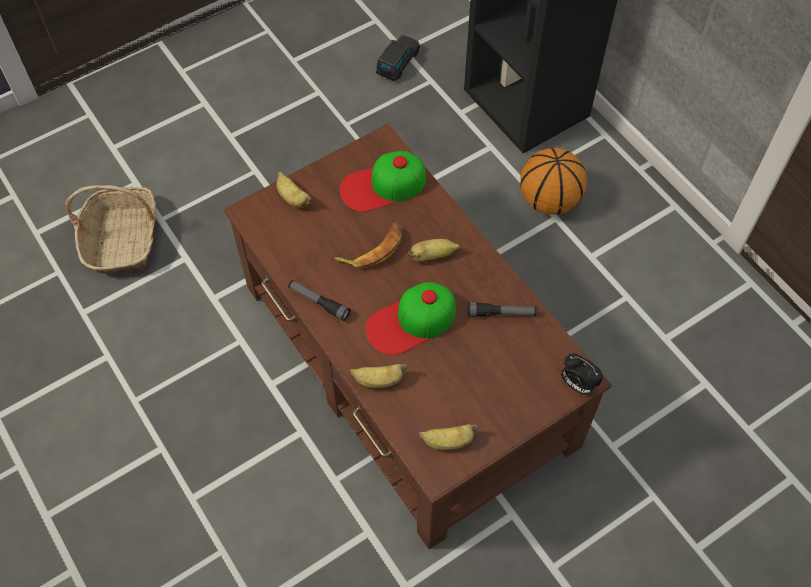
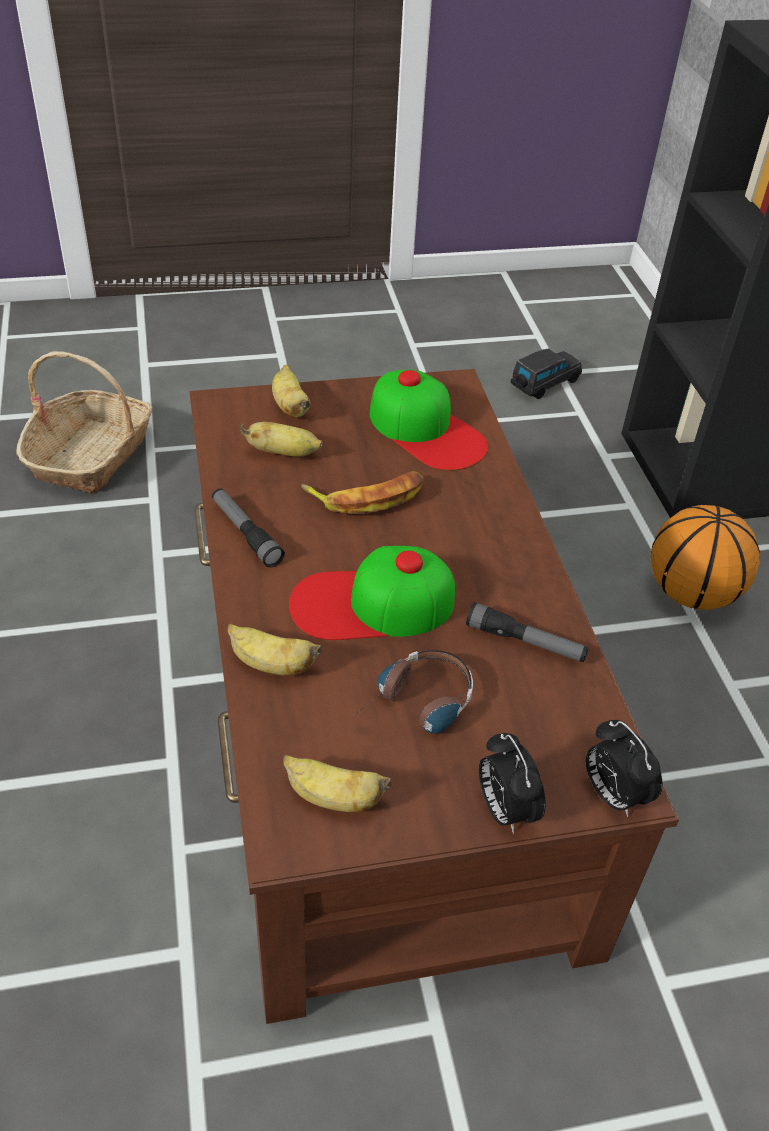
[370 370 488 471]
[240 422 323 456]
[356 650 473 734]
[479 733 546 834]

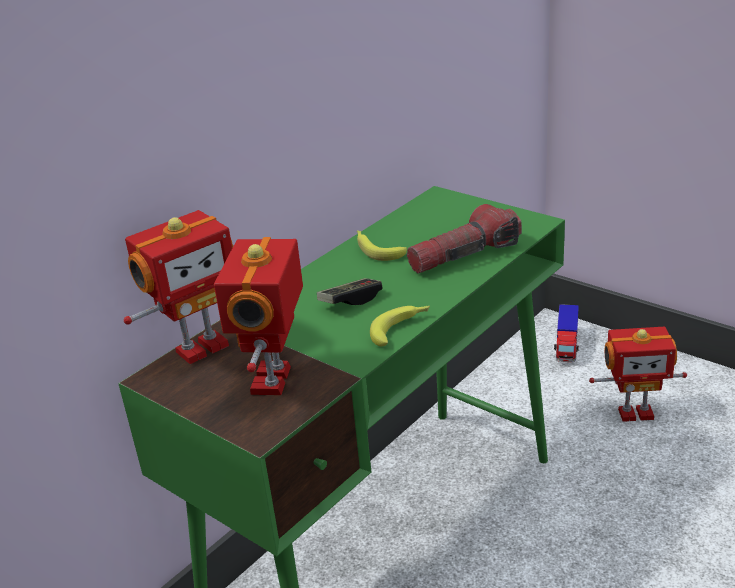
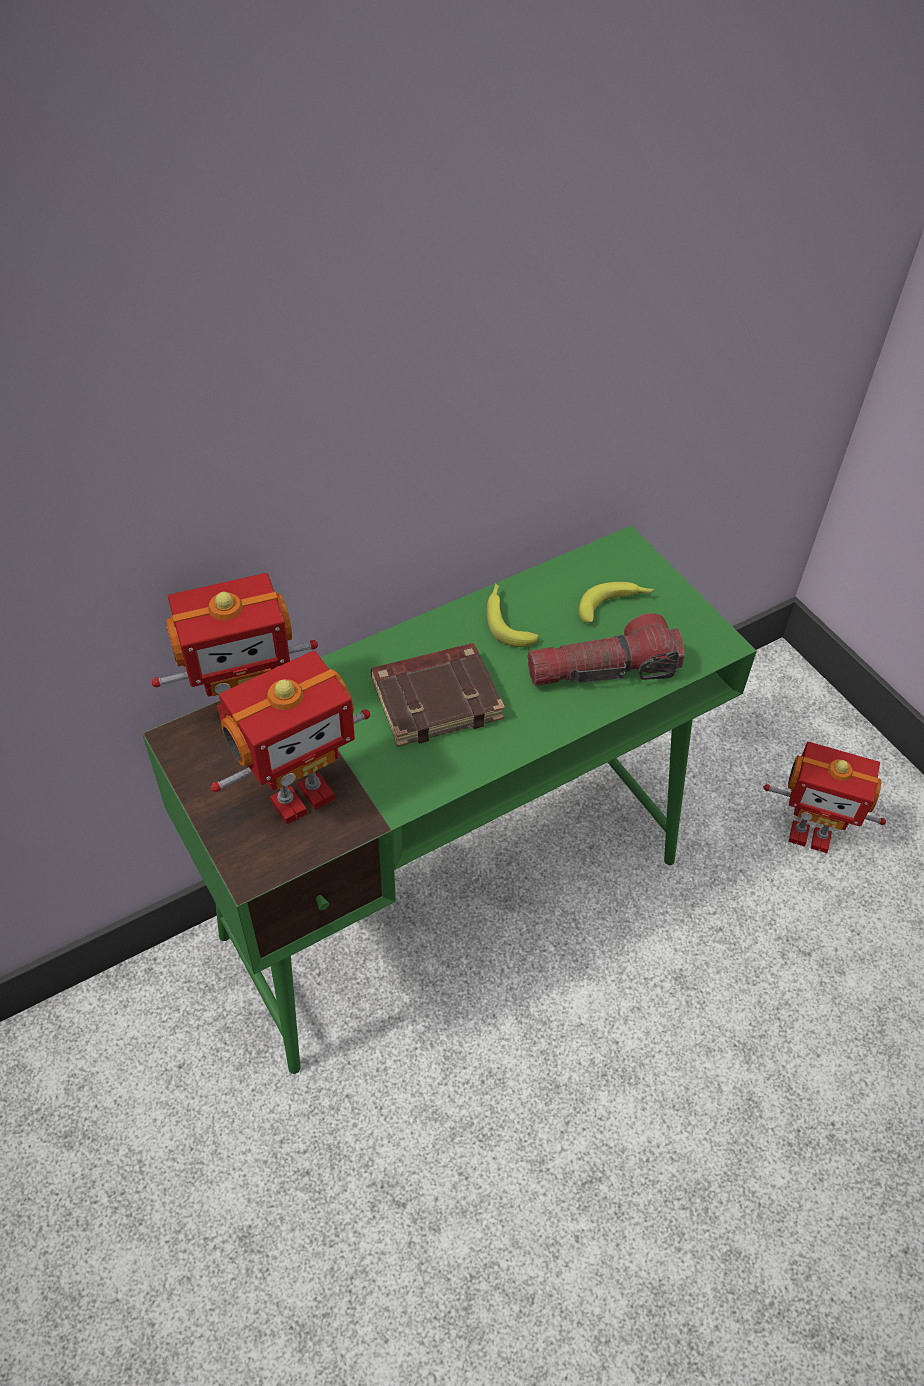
[211 651 370 824]
[371 643 505 747]
[579 582 654 623]
[554 304 579 362] (first image)

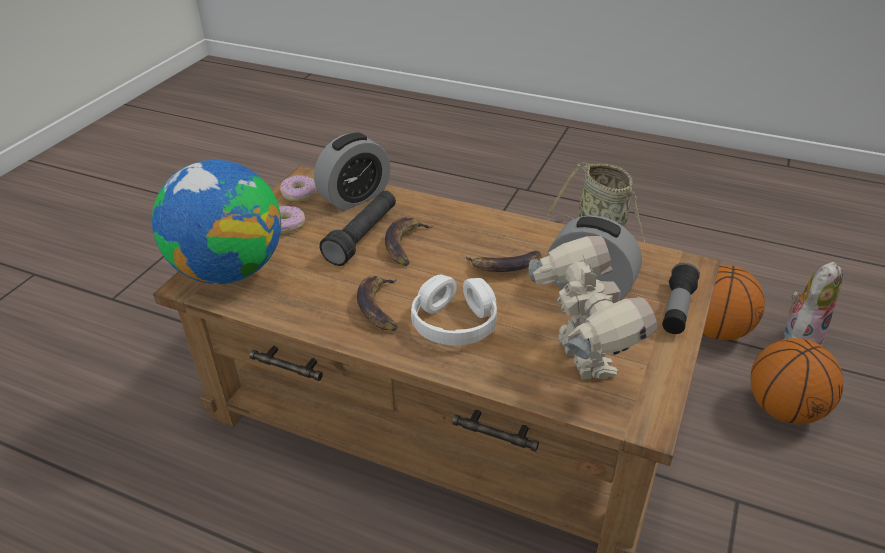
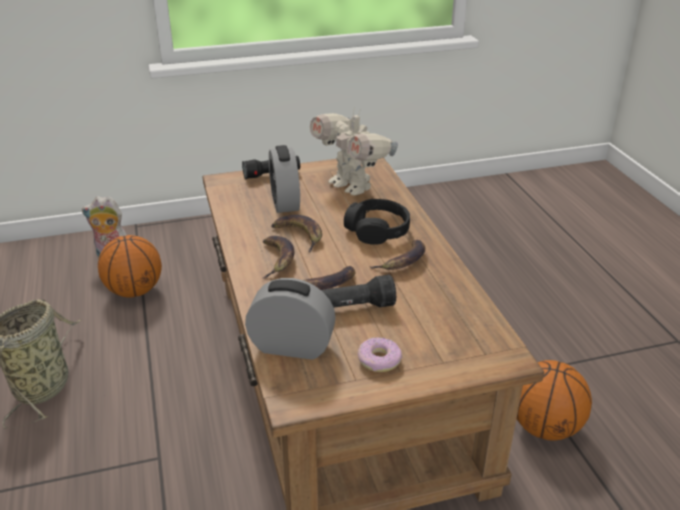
[152 160 281 284] (first image)
[280 175 317 202] (first image)
[344 199 410 245]
[310 106 398 195]
[517 360 592 440]
[263 236 295 279]

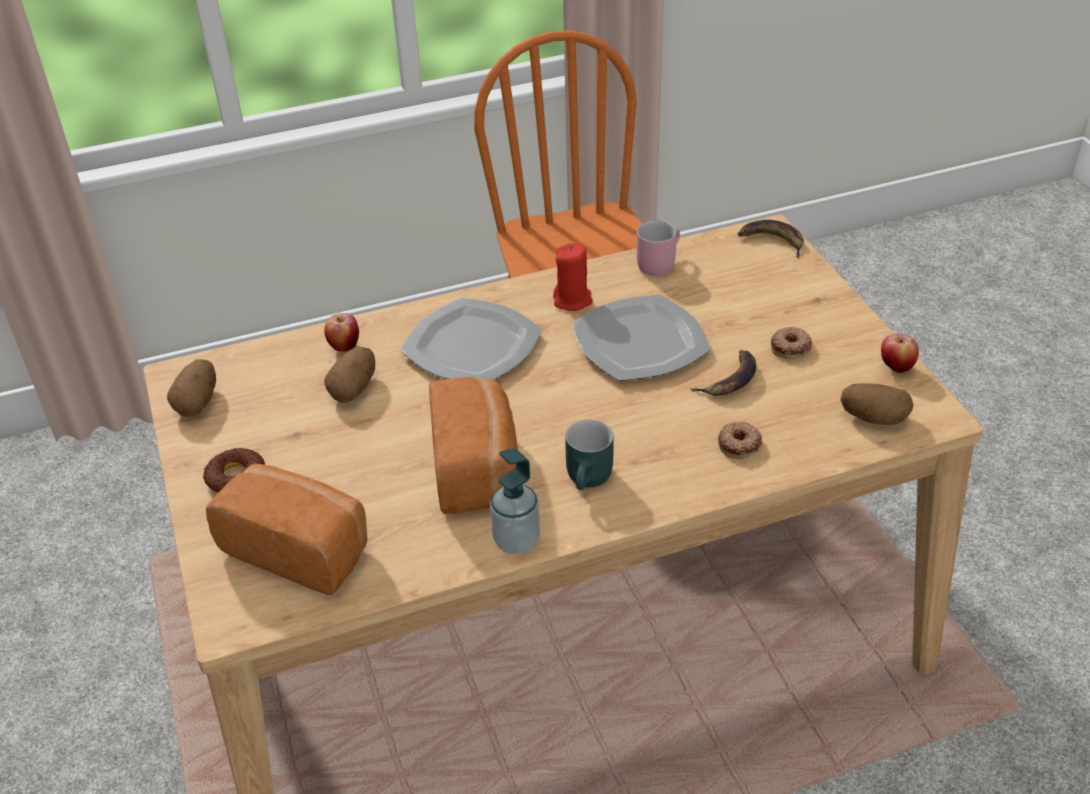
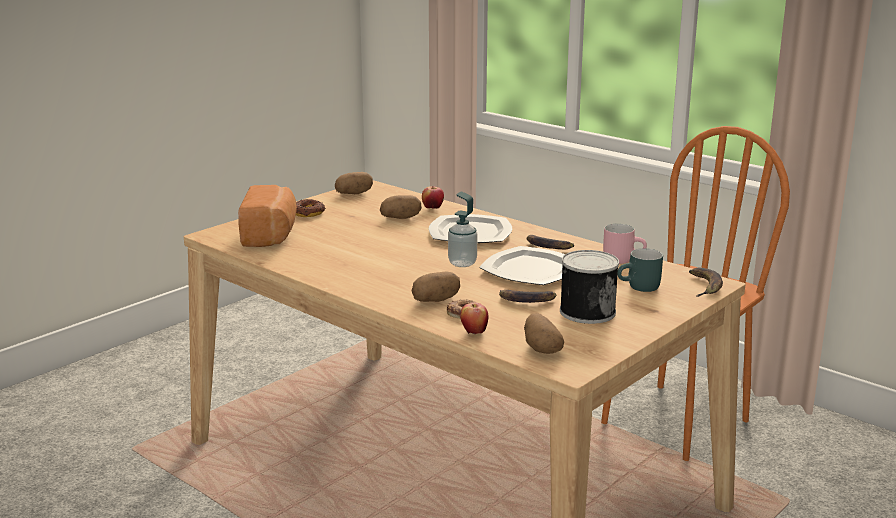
[429 377 518 514] (first image)
[448 192 477 267]
[527 235 574 249]
[618 248 663 292]
[560 250 619 324]
[460 303 488 334]
[411 271 460 302]

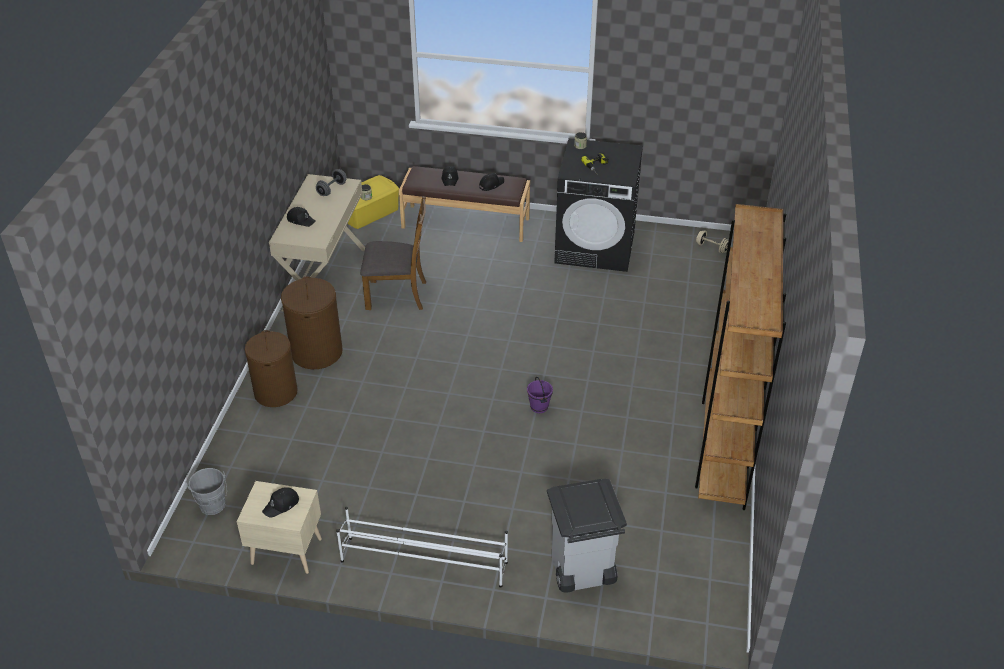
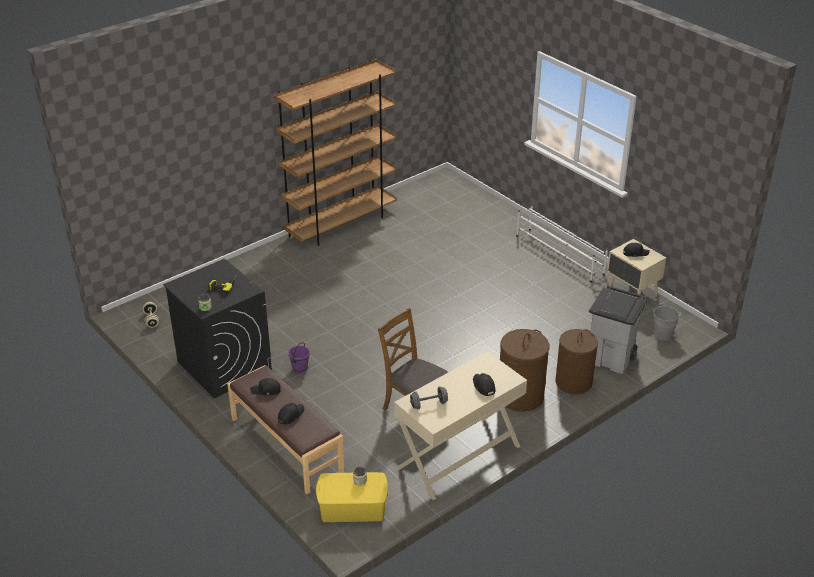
[288 342 310 373]
[589 286 647 374]

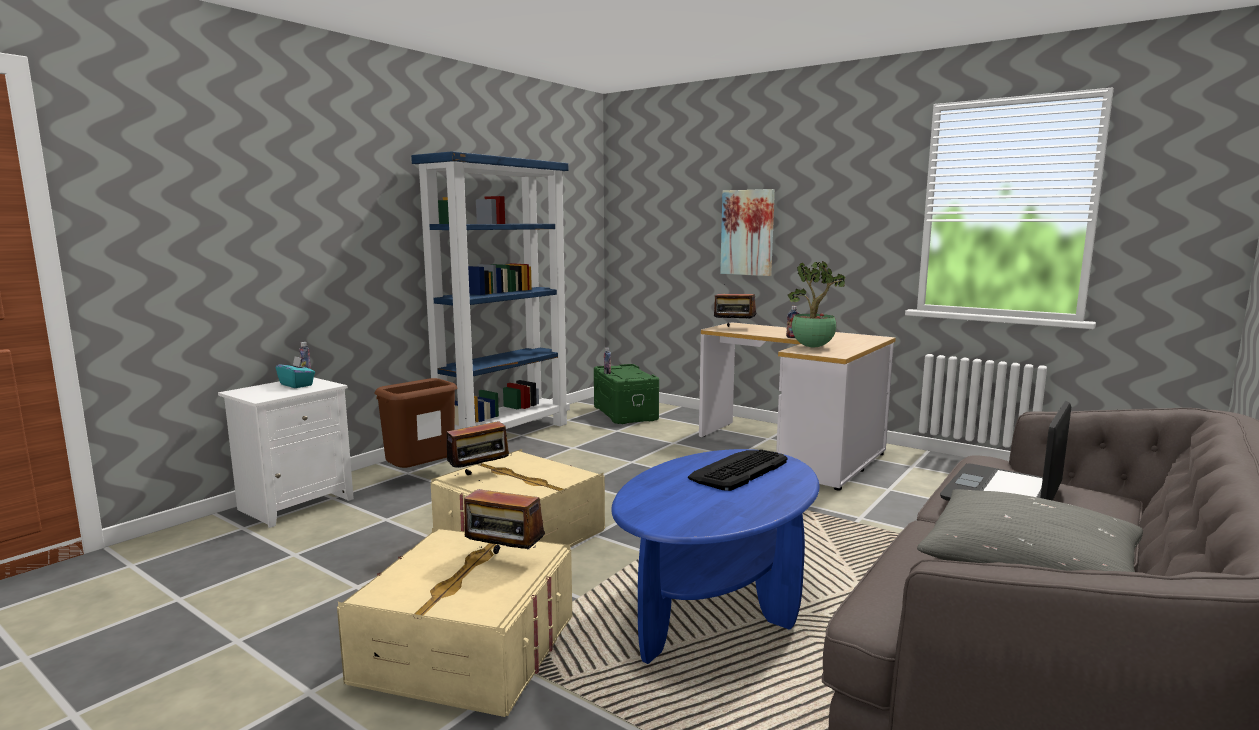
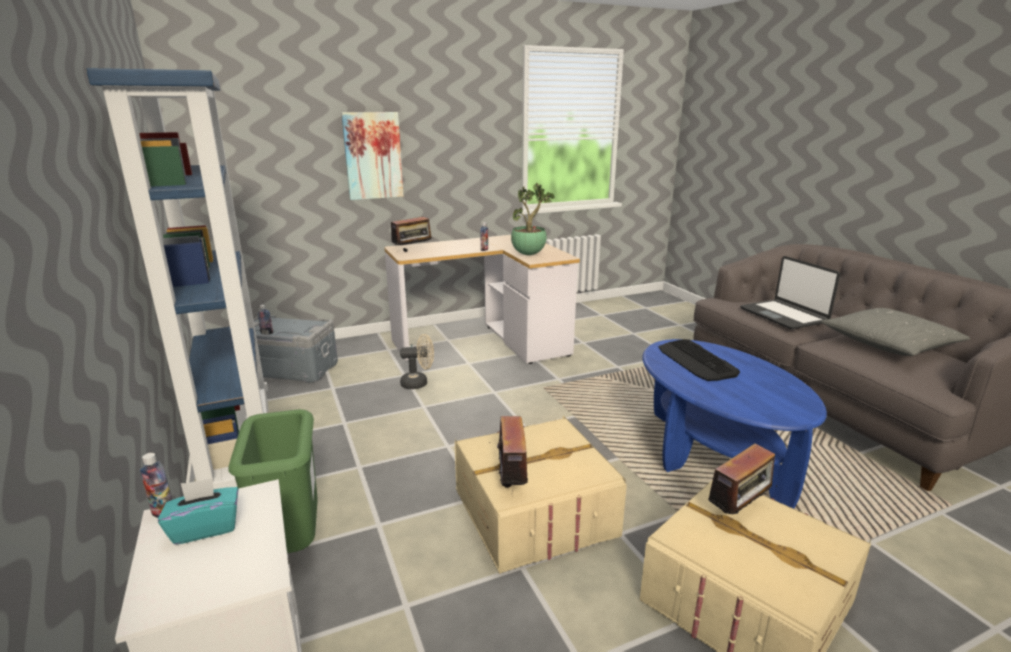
[228 409 318 553]
[253 316 338 383]
[400 334 434 389]

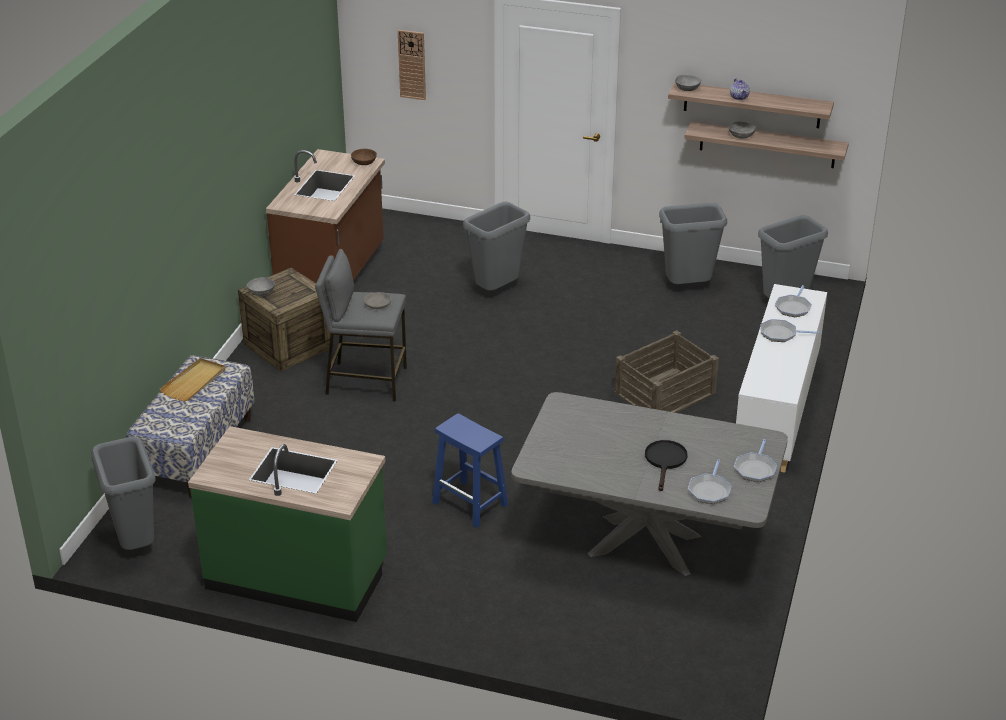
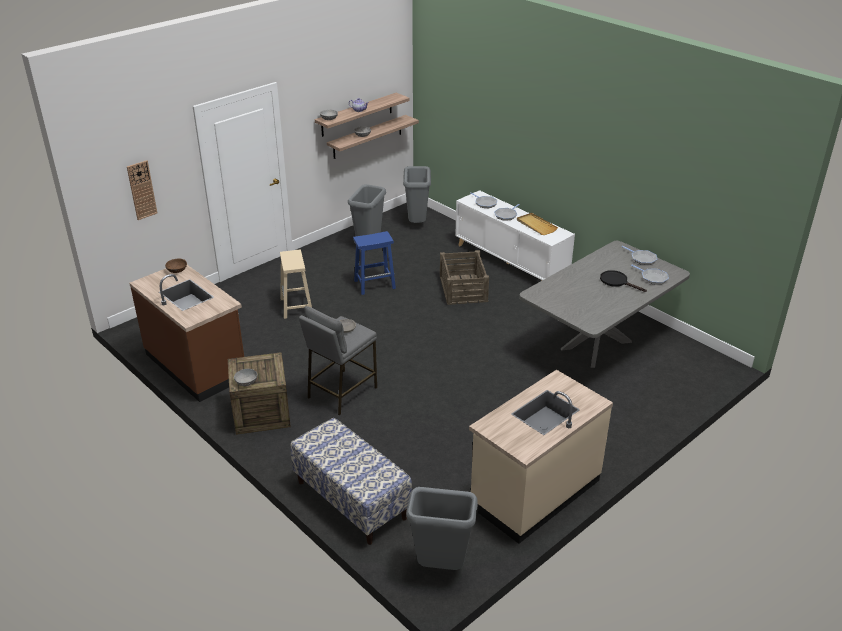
[517 213 558 235]
[469 370 613 544]
[353 231 396 295]
[280 250 312 319]

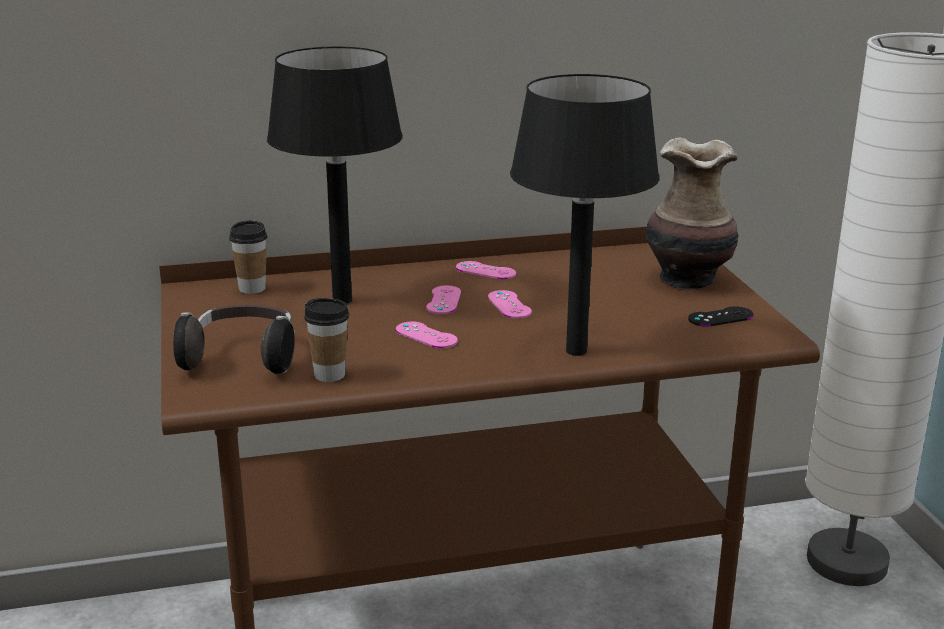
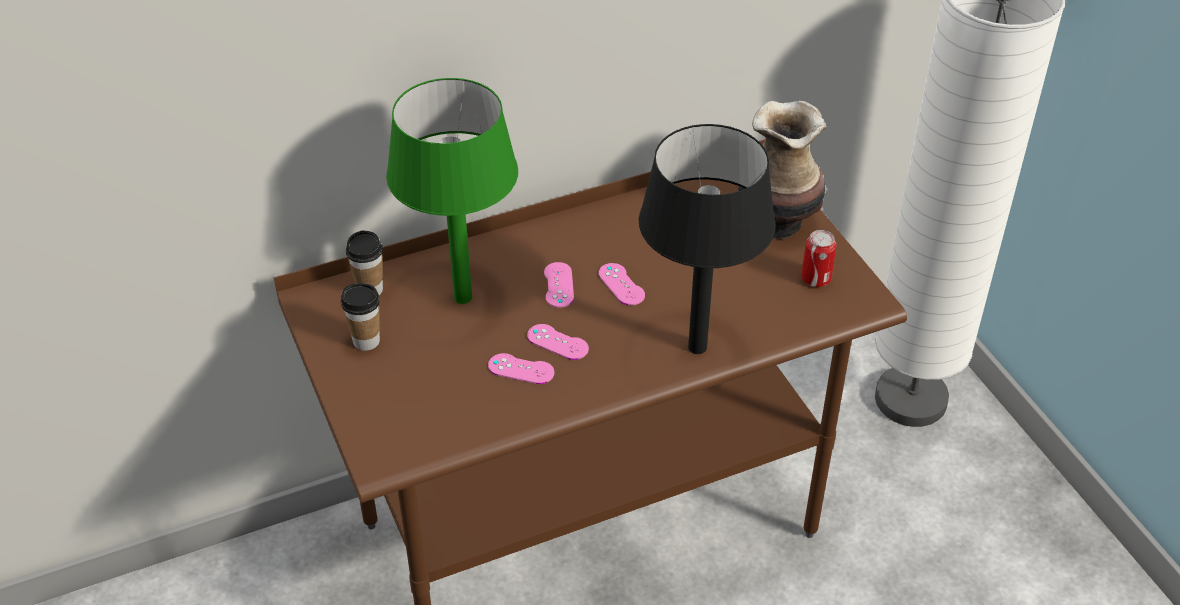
[173 305 295 374] (first image)
[386 78 518 304]
[341 283 380 351]
[488 353 554 384]
[801 230 836 287]

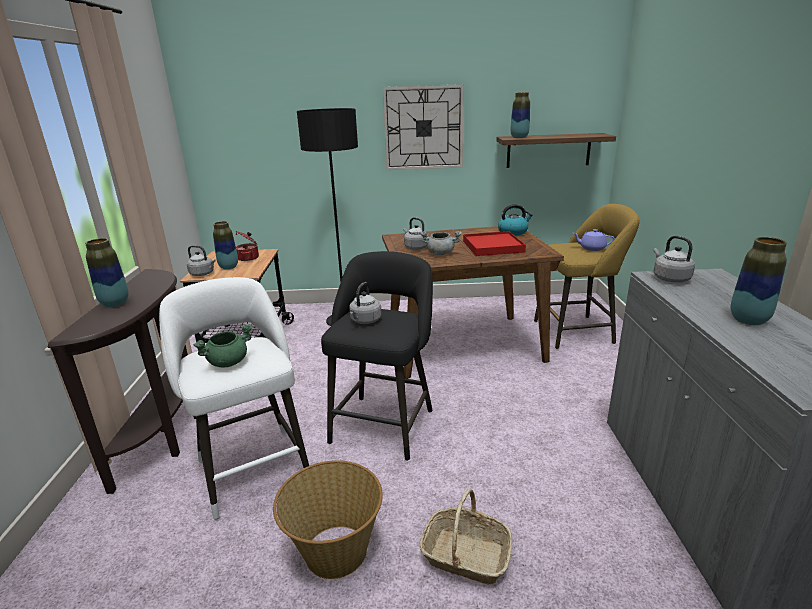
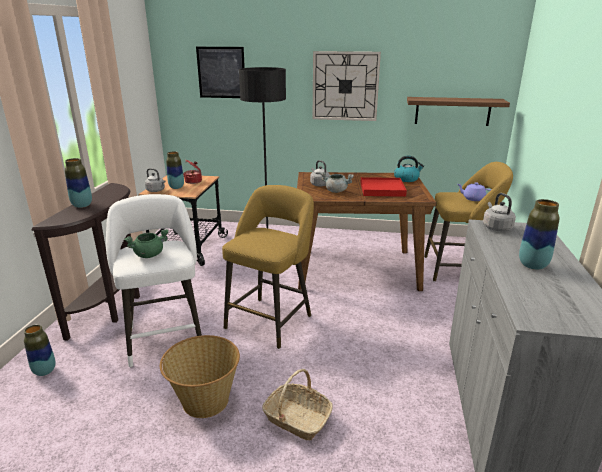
[222 185 314 349]
[349 282 382 324] (first image)
[24 325 56 376]
[196 47 245 98]

